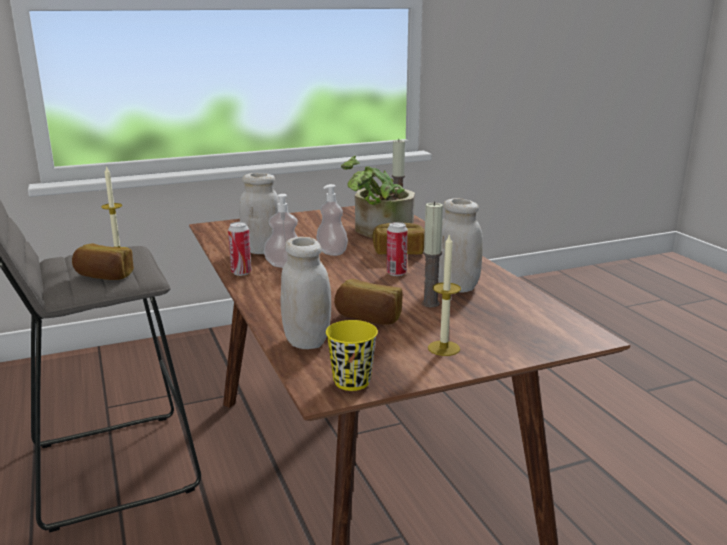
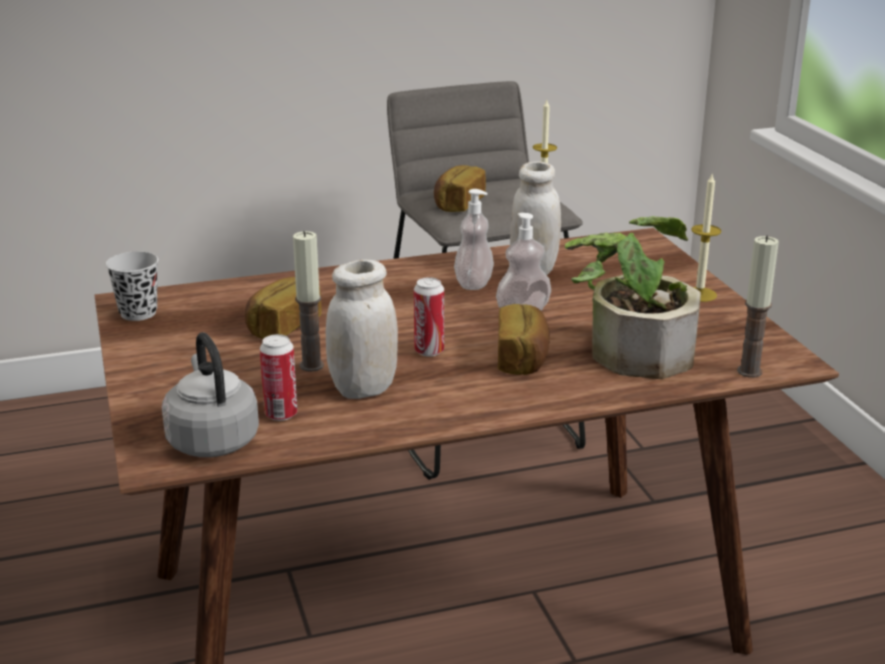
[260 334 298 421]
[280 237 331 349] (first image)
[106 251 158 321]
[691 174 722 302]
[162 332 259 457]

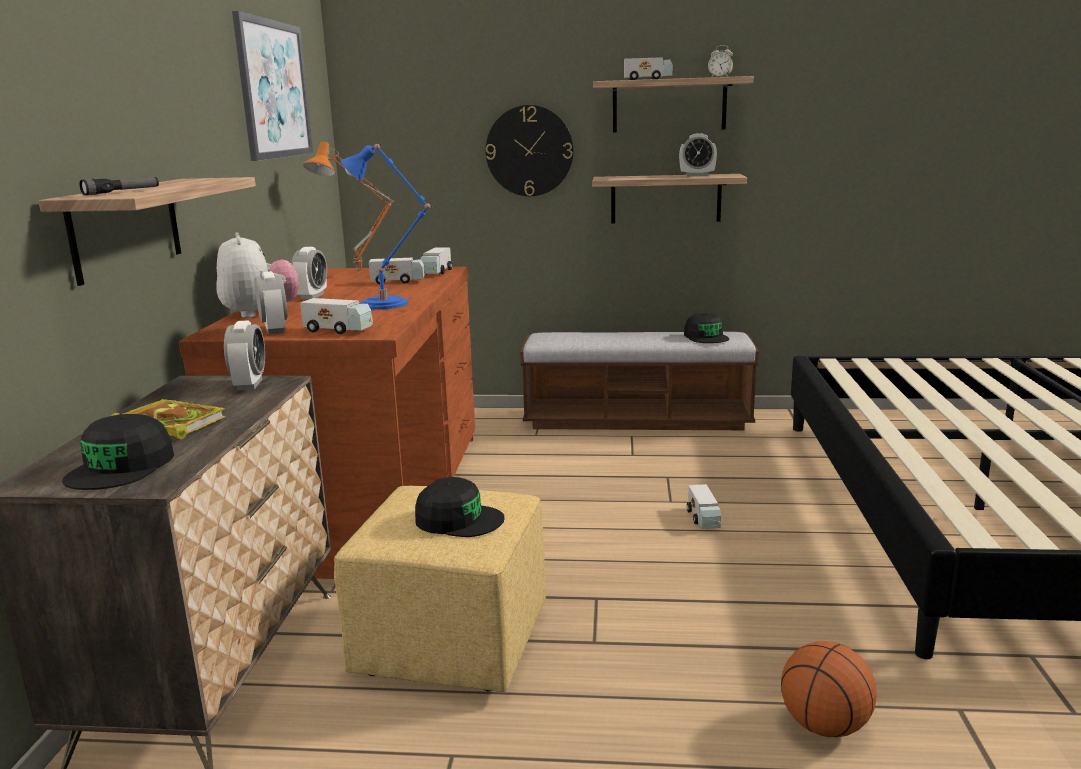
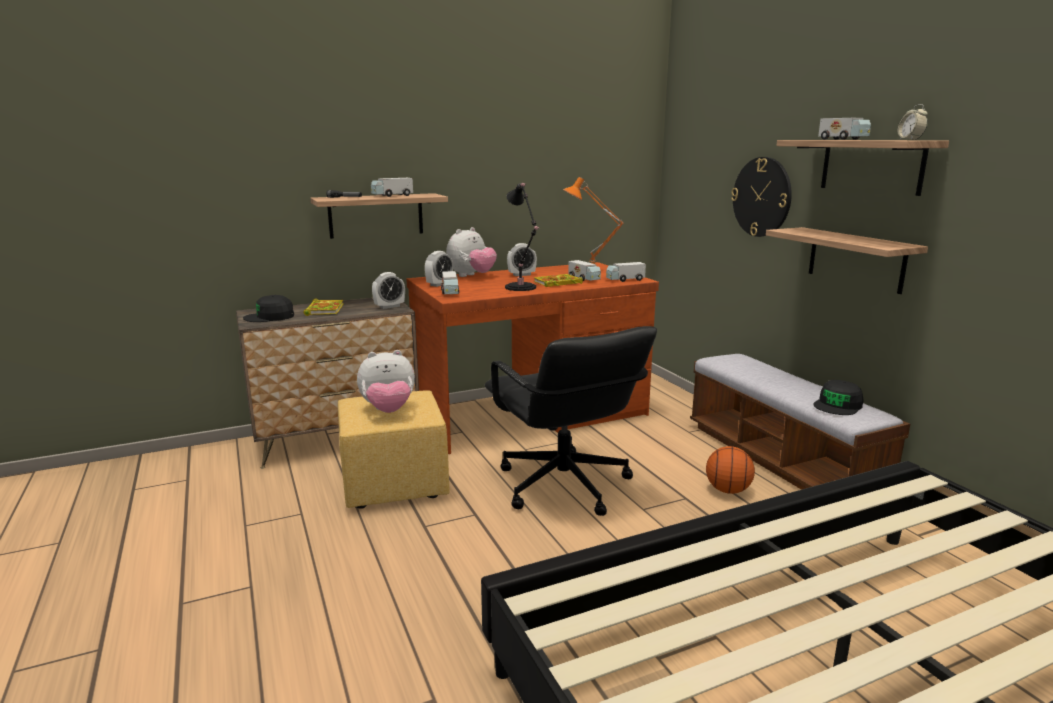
[232 11 313 161] (first image)
[505 183 539 291]
[357 350 415 413]
[679 133 717 176] (first image)
[371 178 413 197]
[706 446 755 494]
[485 326 657 516]
[534 274 583 287]

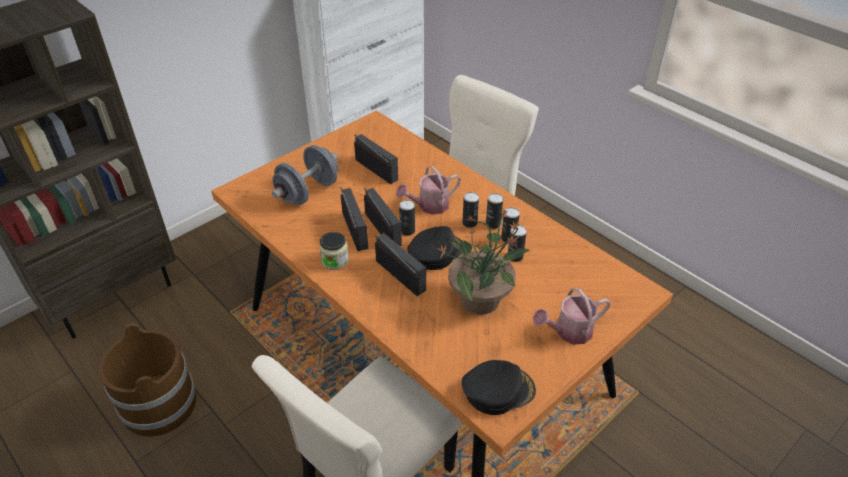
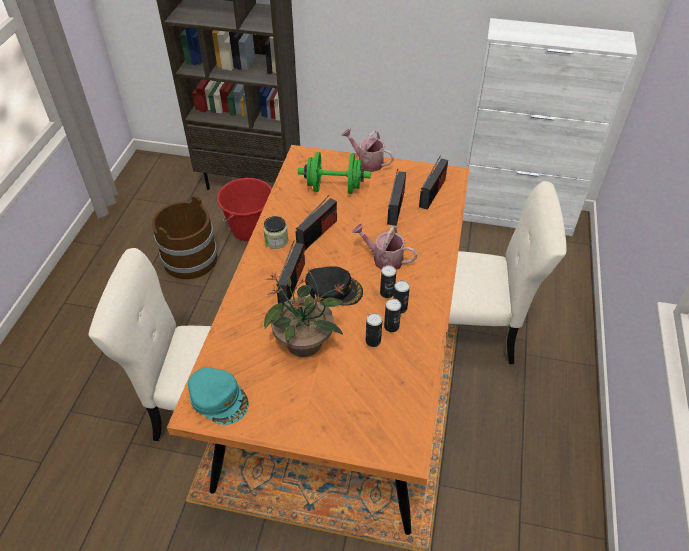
[298 152 371 194]
[419 155 448 210]
[399 200 415 236] (first image)
[188 367 249 425]
[341 128 394 172]
[217 178 272 242]

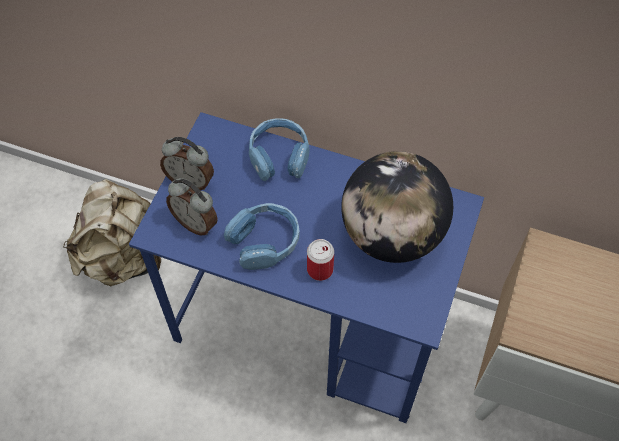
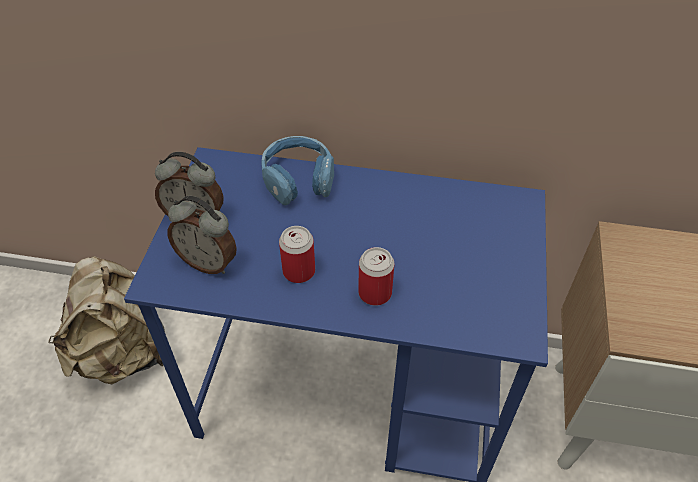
[279 226 315 283]
[341 151 453 263] (first image)

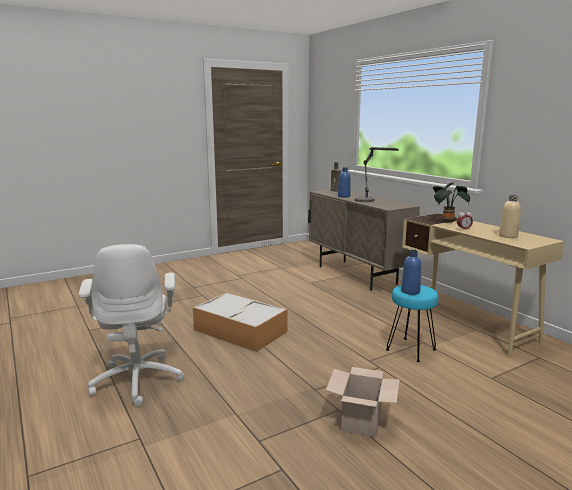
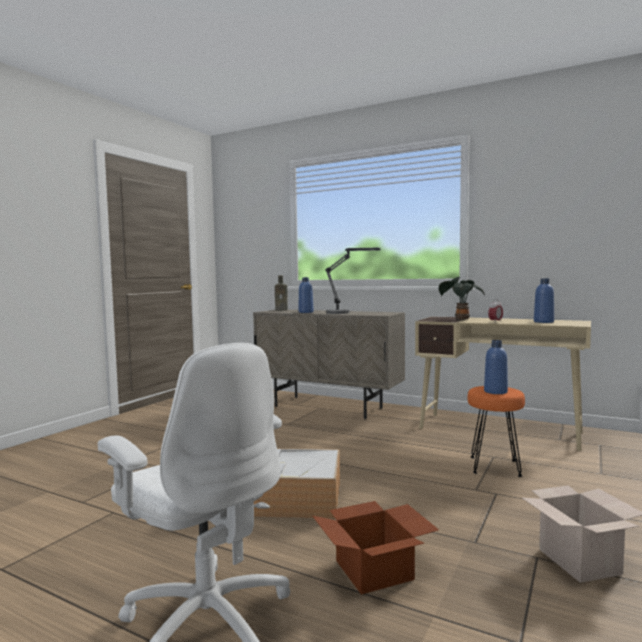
[468 386 525 477]
[534 278 554 323]
[312 501 439 595]

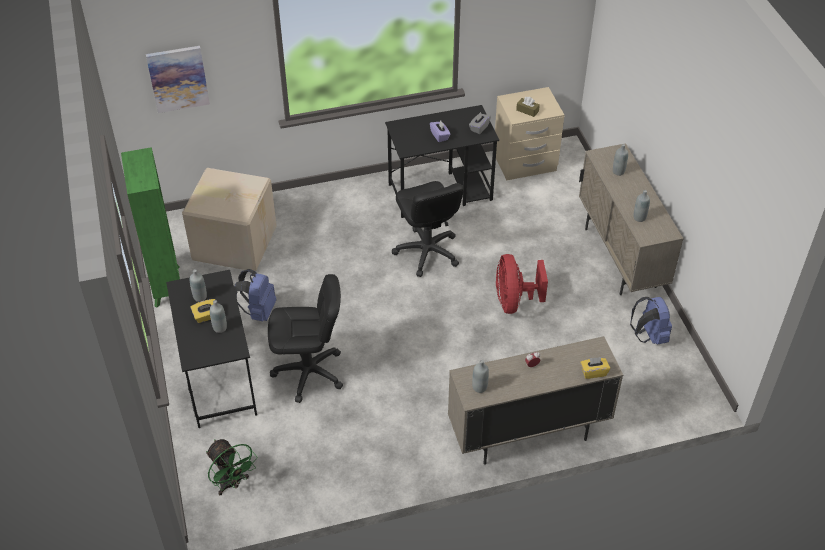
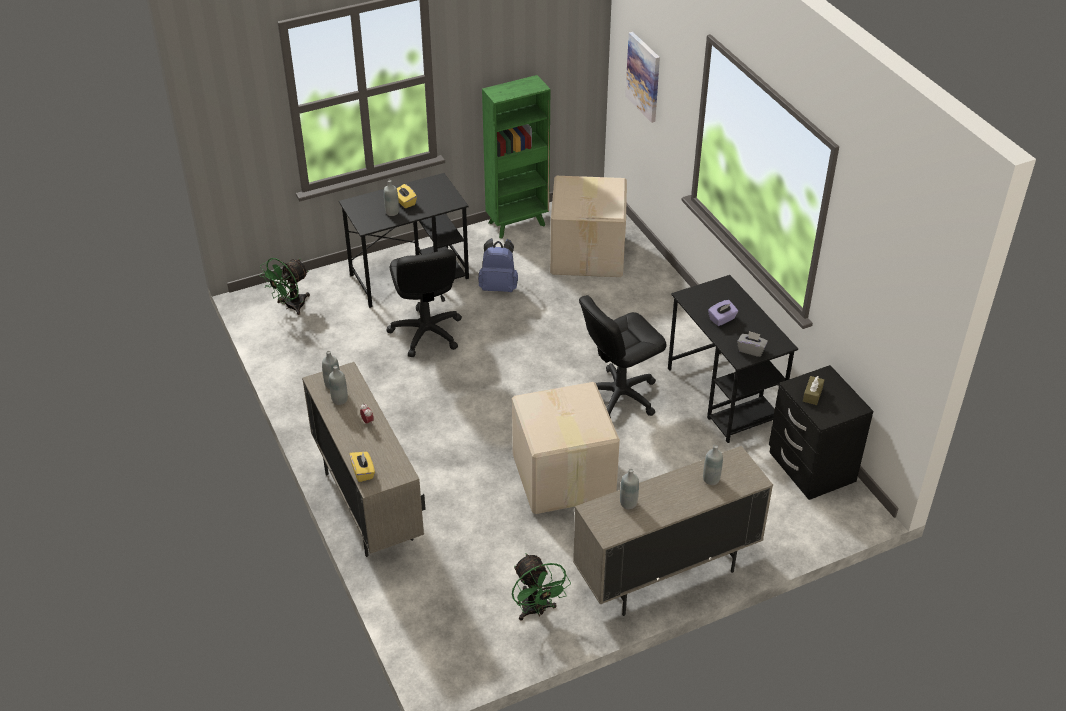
[329 366 348 405]
[769 365 873 500]
[512 382 620 514]
[512 553 571 621]

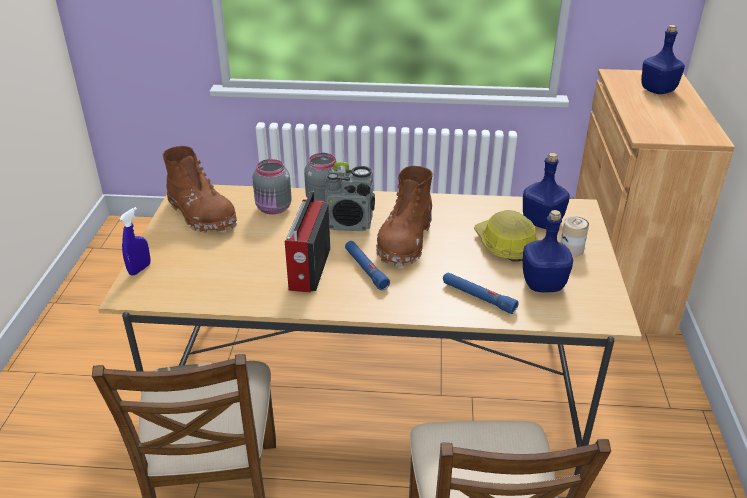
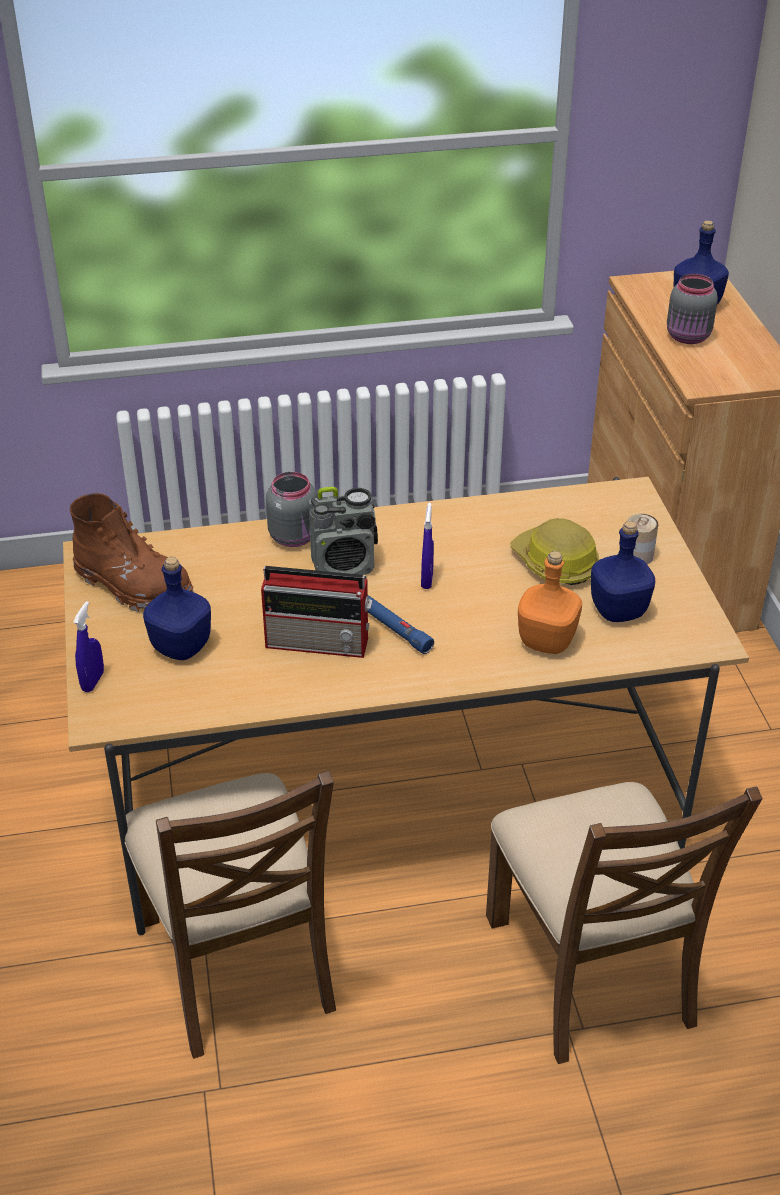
[667 274 718 344]
[261 566 372 658]
[421 503 434 589]
[518 551 582 654]
[143 557 211 660]

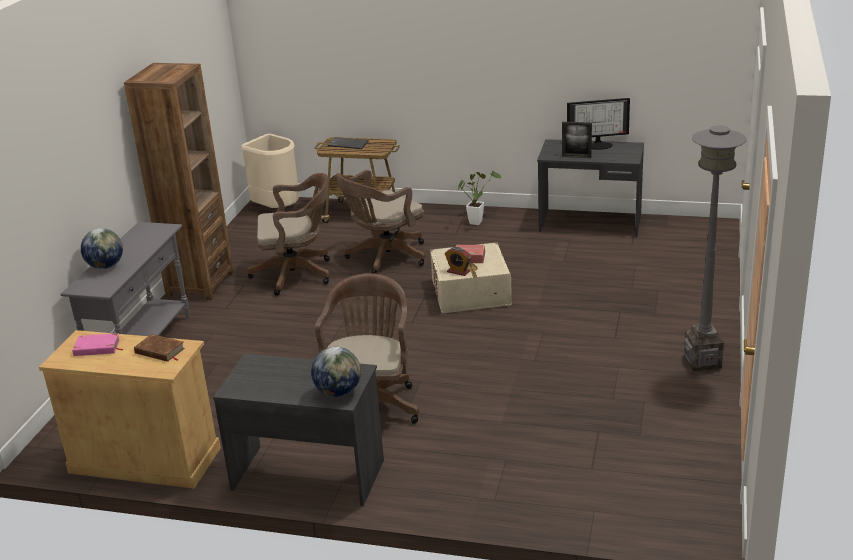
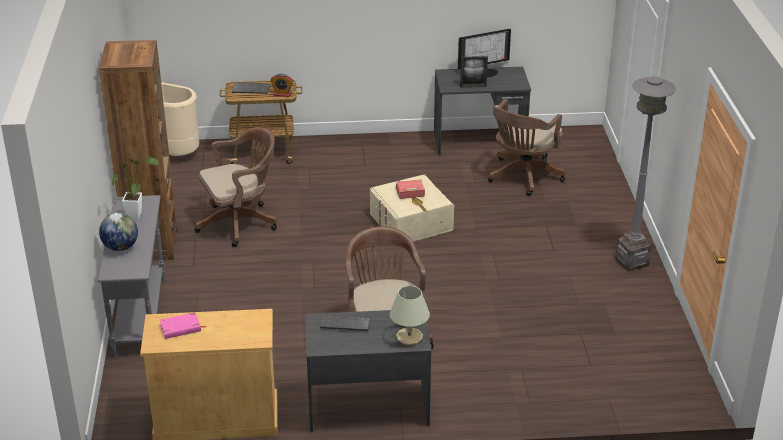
[134 334 185 362] (first image)
[390 286 430 345]
[488 99 565 196]
[270 74 293 97]
[112 157 159 220]
[320 315 371 331]

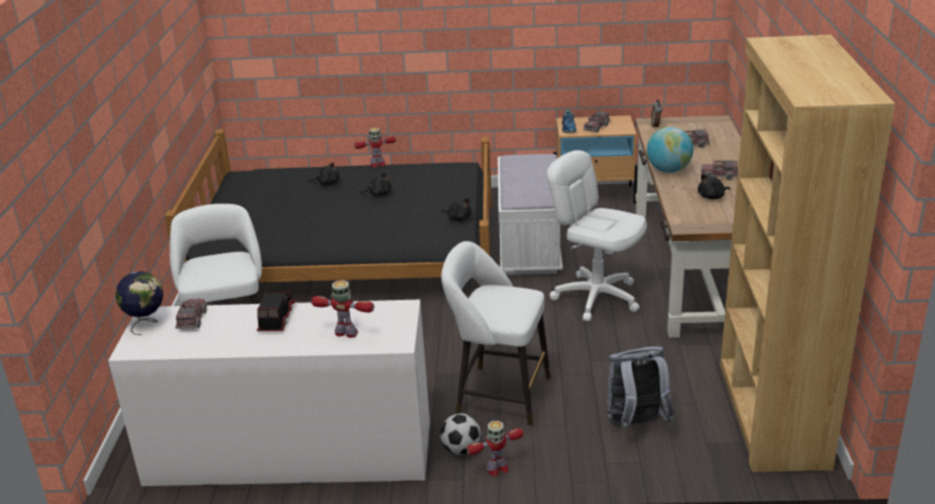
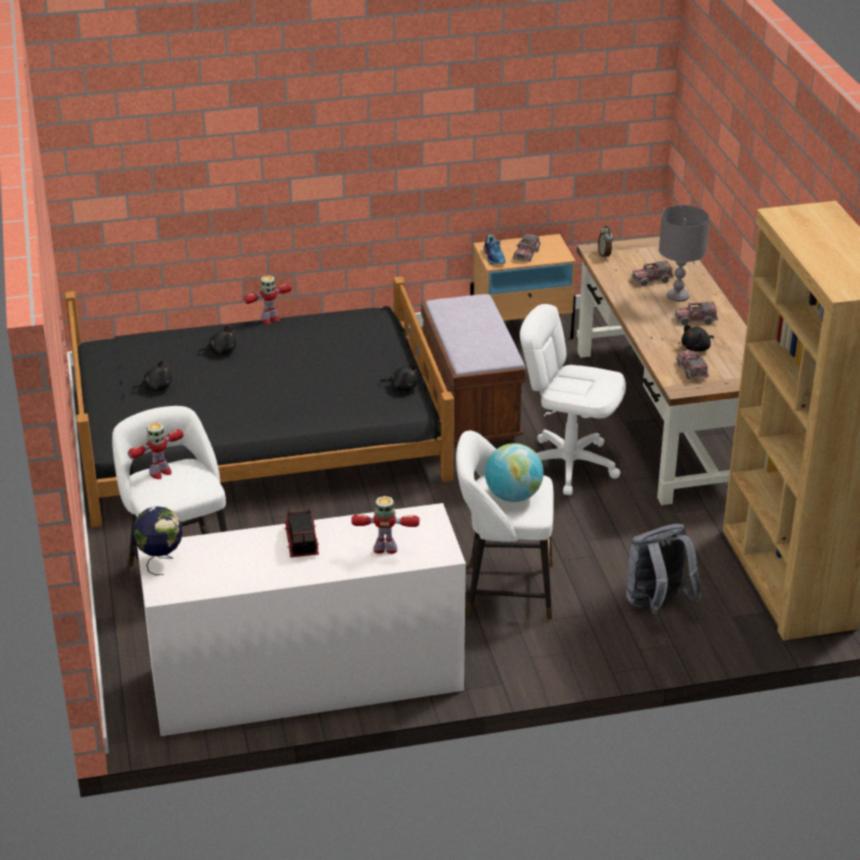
[676 351 709 379]
[133 361 172 392]
[440 413 481 455] (first image)
[128 422 184 479]
[421 294 525 447]
[485 443 544 502]
[659 205 709 302]

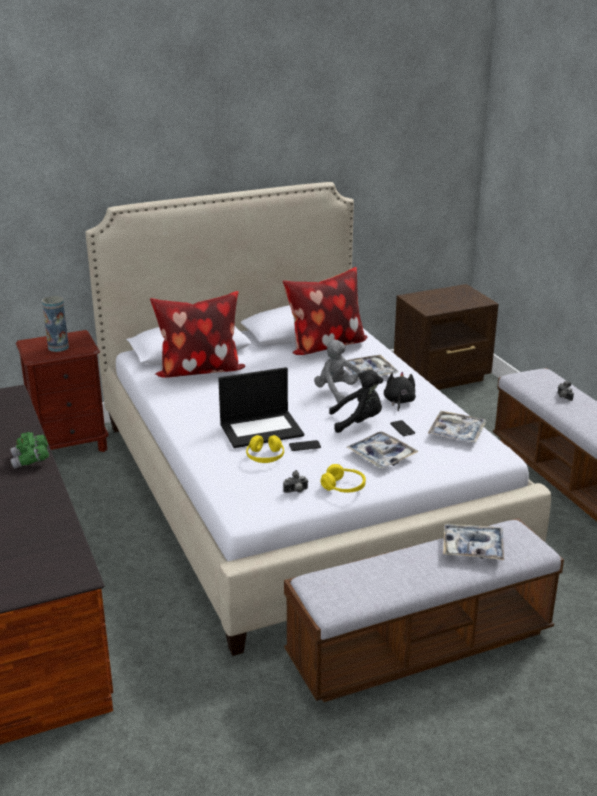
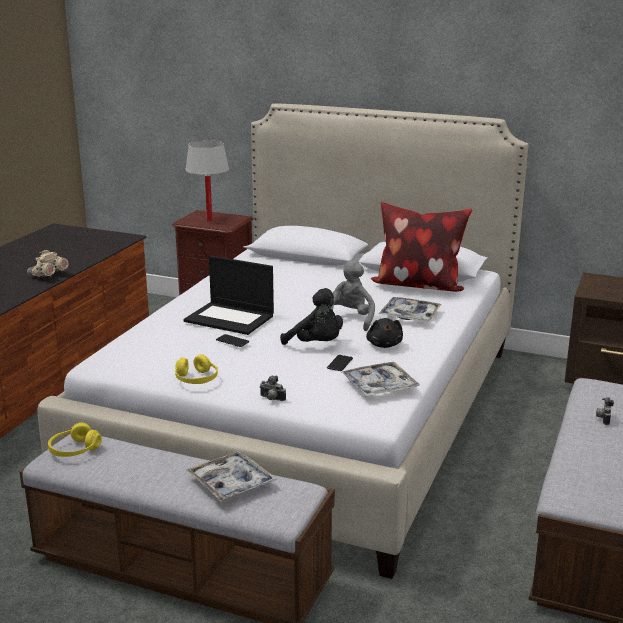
[27 250 69 277]
[185 140 229 222]
[150 291 245 378] (first image)
[48 422 102 457]
[260 376 286 401]
[347 431 419 468] (first image)
[366 318 403 348]

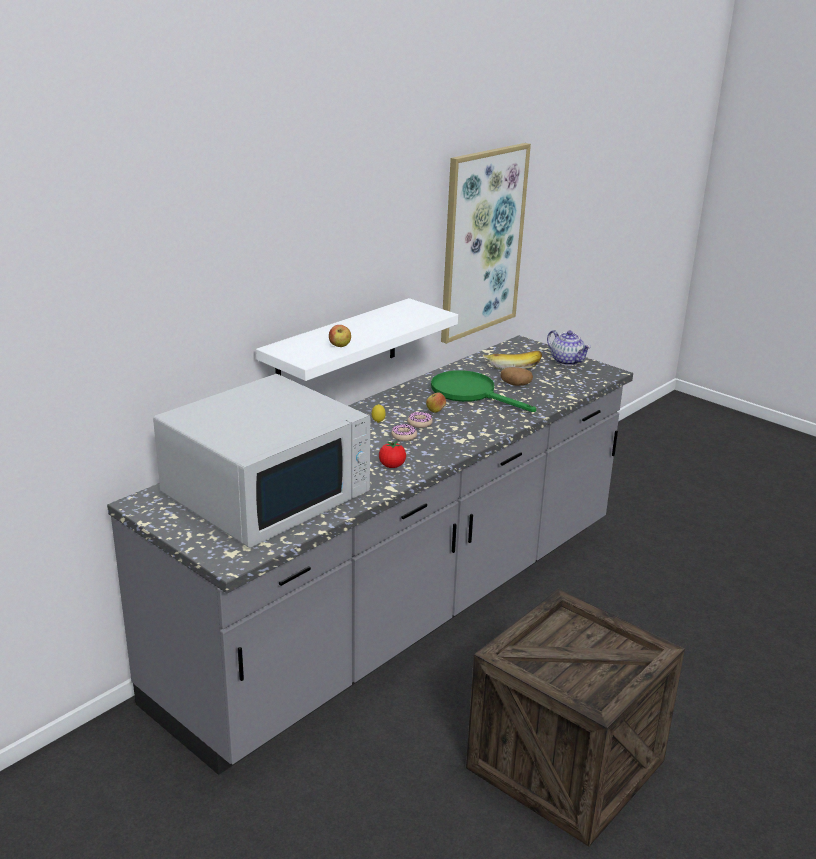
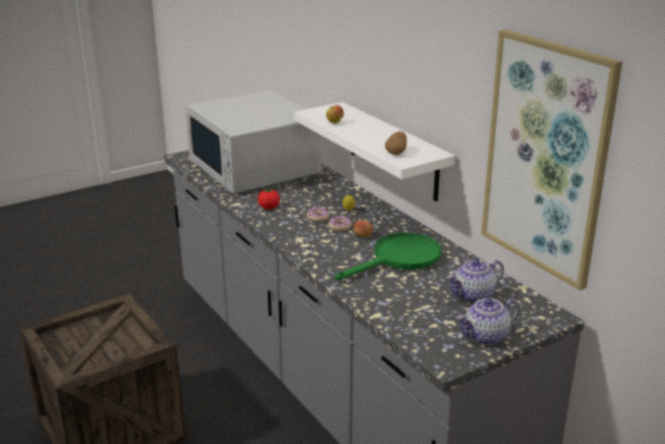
[447 259 504 303]
[385 131 407 155]

